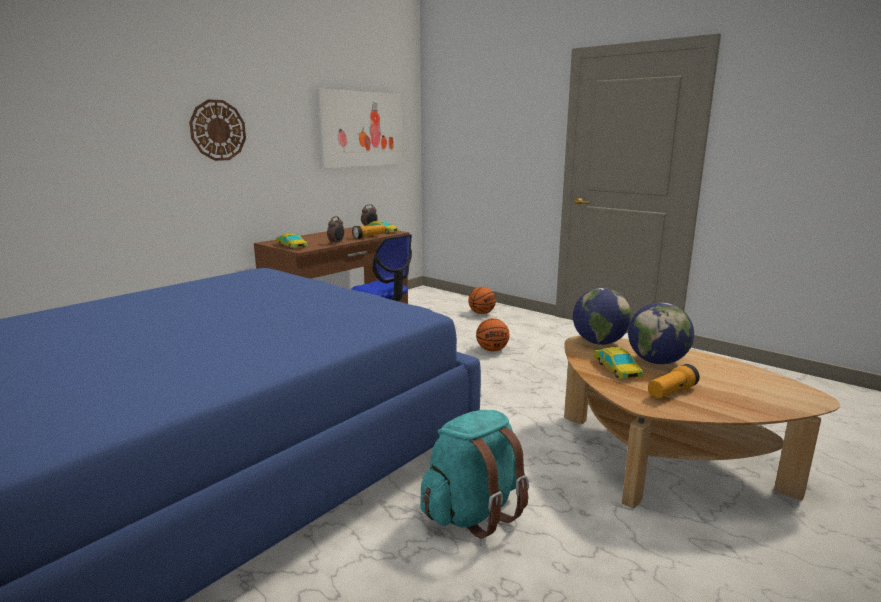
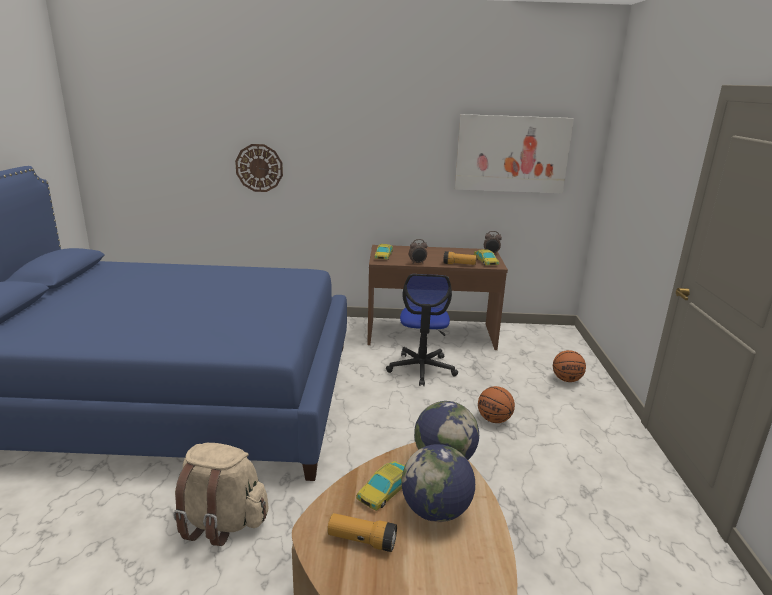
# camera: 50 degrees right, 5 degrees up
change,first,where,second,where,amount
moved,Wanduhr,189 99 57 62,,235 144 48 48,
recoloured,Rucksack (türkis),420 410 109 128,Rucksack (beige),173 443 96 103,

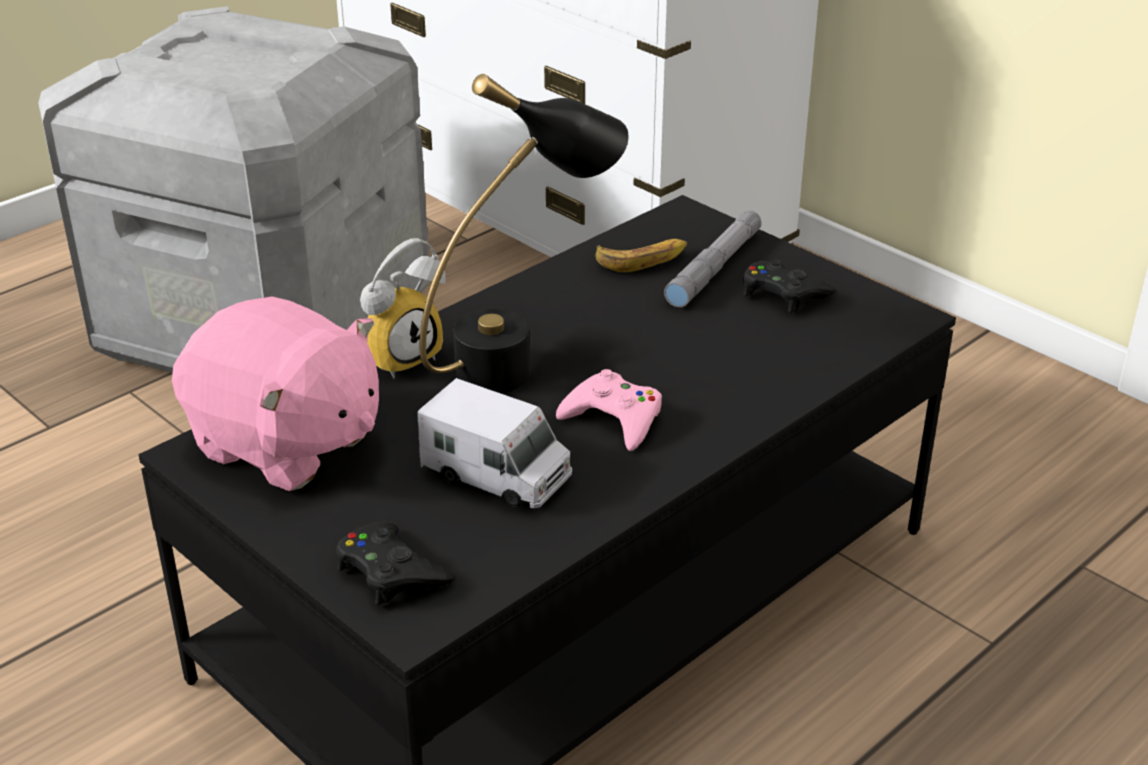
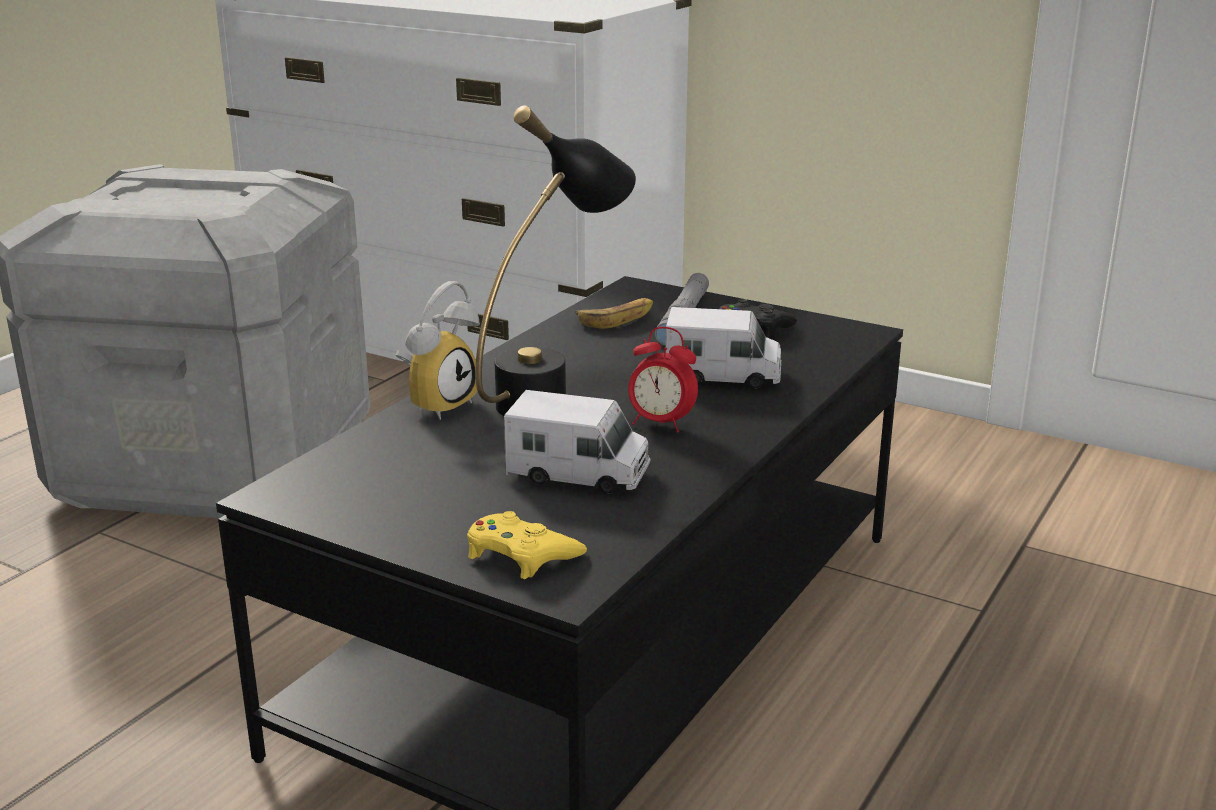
# camera: 15 degrees left, 10 degrees down
change,first,where,second,where,amount
removed,Plüschtier (rosa),172 297 207 194,,,
added,,,Spielzeuglaster,665 307 116 82,
replaced,Gamepad (rosa),556 369 106 82,Wecker,628 327 70 106,
recoloured,Gamepad (schwarz),336 522 120 84,Gamepad (gelb),467 511 120 68,

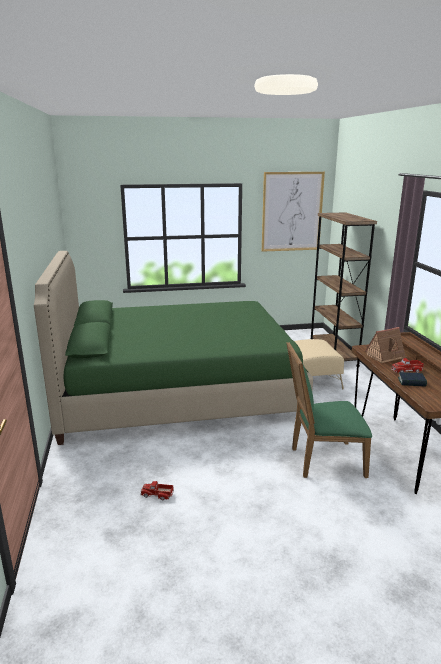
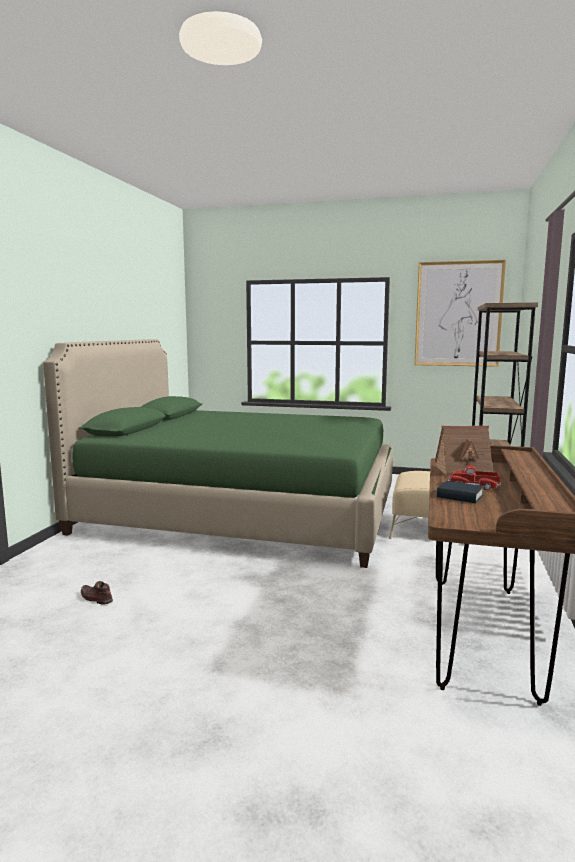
# camera: 25 degrees right, 10 degrees down
change,first,where,second,where,amount
removed,Stuhl (grün),286 342 86 136,,,
replaced,Spielzeuglaster,140 481 34 19,Schuh (braun),81 581 32 24,

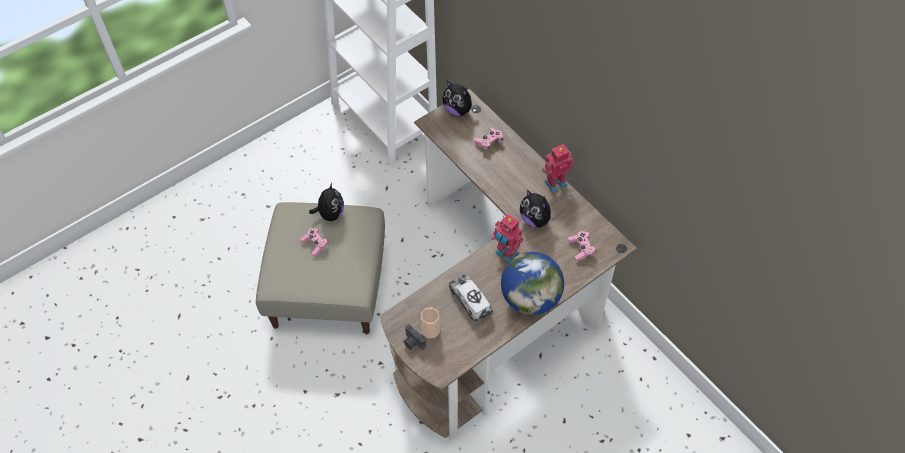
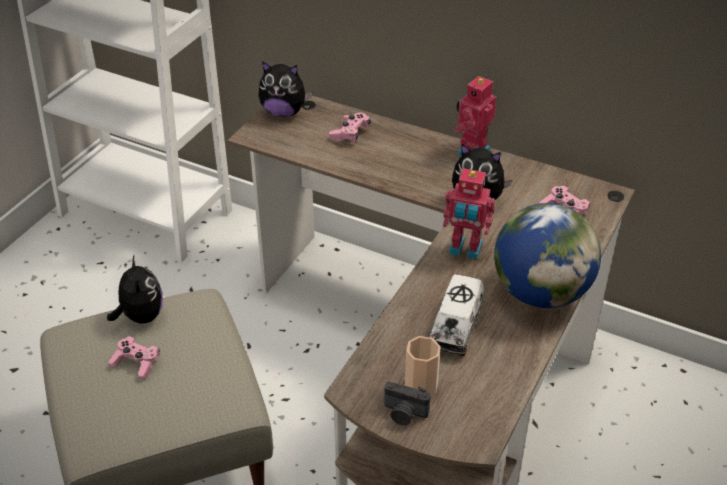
# camera: 25 degrees left, 15 degrees down
change,first,where,second,where,amount
turned,Spielzeuglaster,449 274 44 49,,430 274 54 82,105 degrees counterclockwise

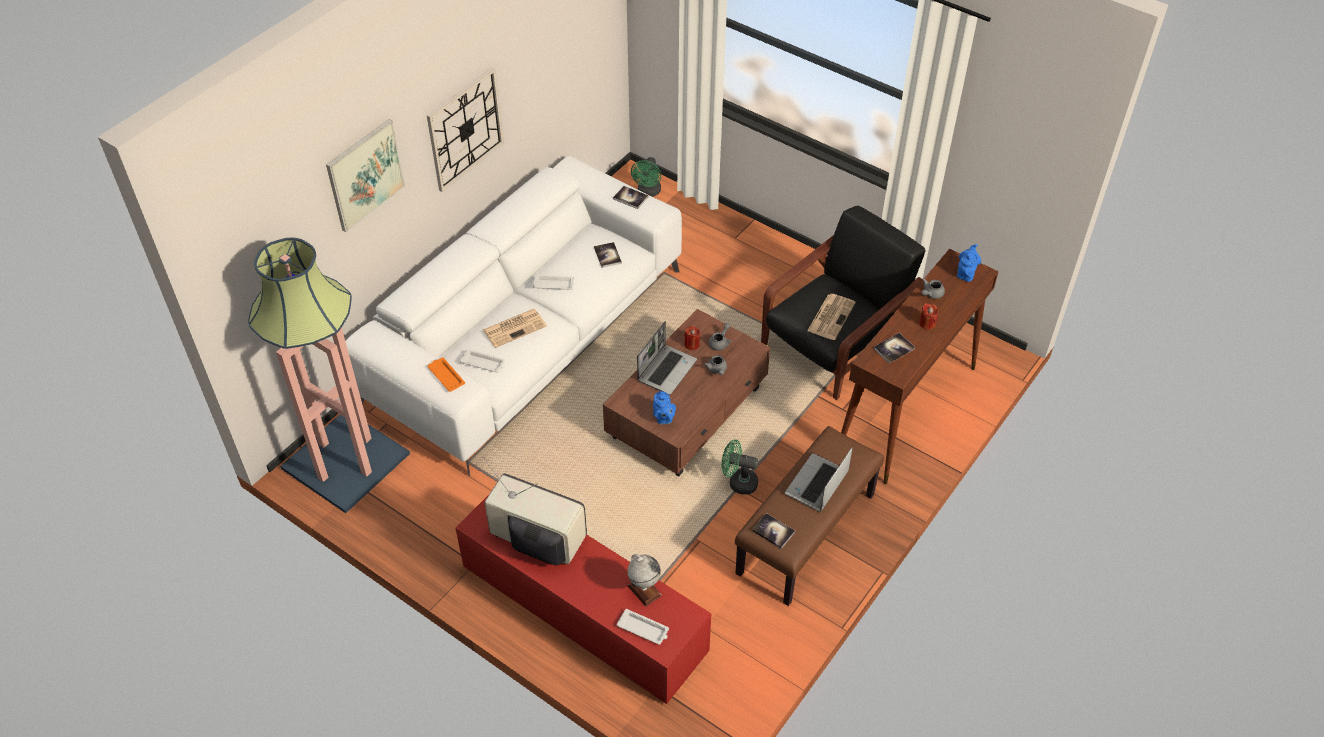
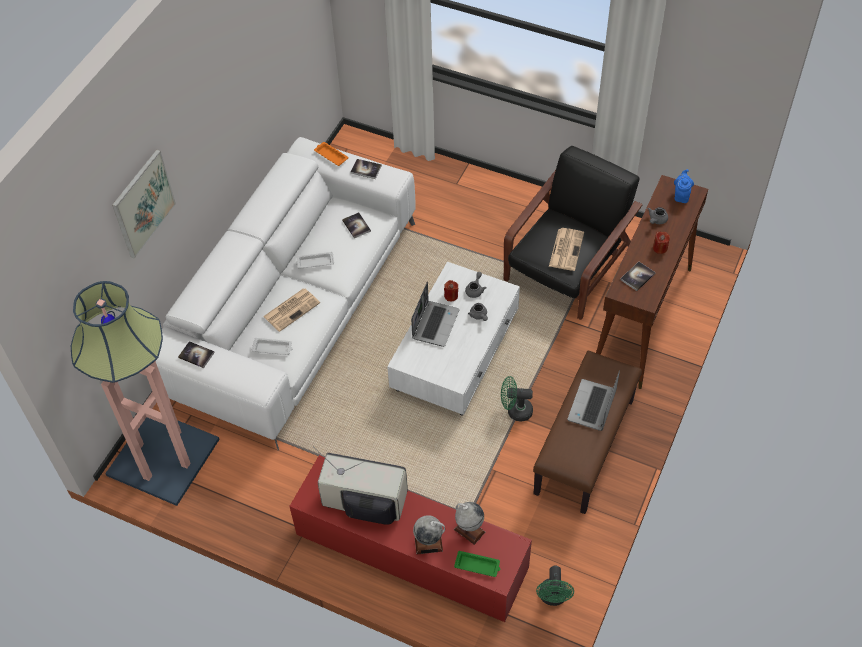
# camera: 10 degrees left, 5 degrees up
change,first,where,second,where,amount
removed,Wanduhr,427 67 77 125,,,
removed,Teekanne (blau),653 391 23 33,,,
added,,,Globus,413 515 32 39,
moved,Tablett (orange),427 357 38 35,,314 142 34 24,
moved,Ventilator (grün),631 157 30 40,,536 566 38 40,
moved,Buch,752 513 43 36,,178 341 37 27,
recoloured,Couchtisch (braun),603 309 167 168,Couchtisch (weiß),387 262 133 154,
recoloured,Tablett (weiß),617 609 52 36,Tablett (grün),454 551 46 26,

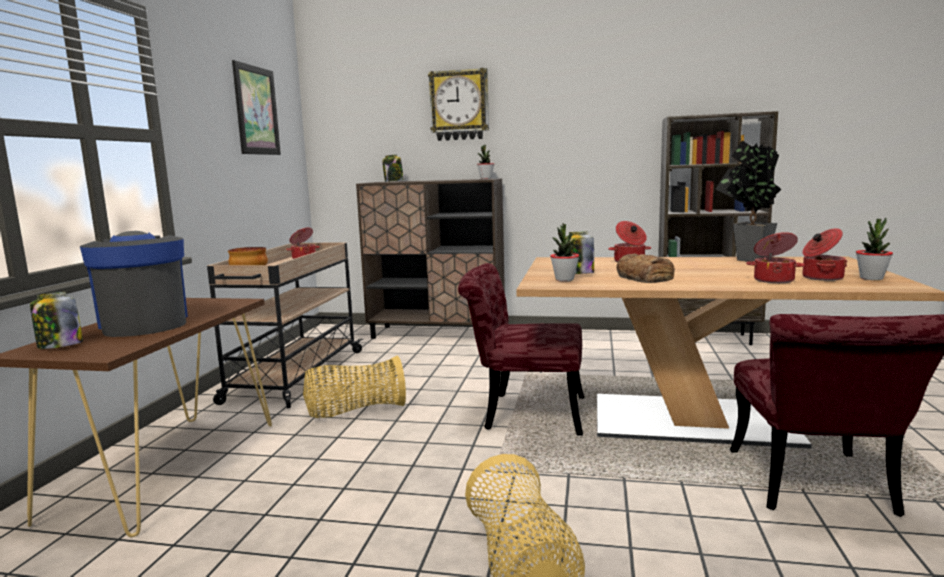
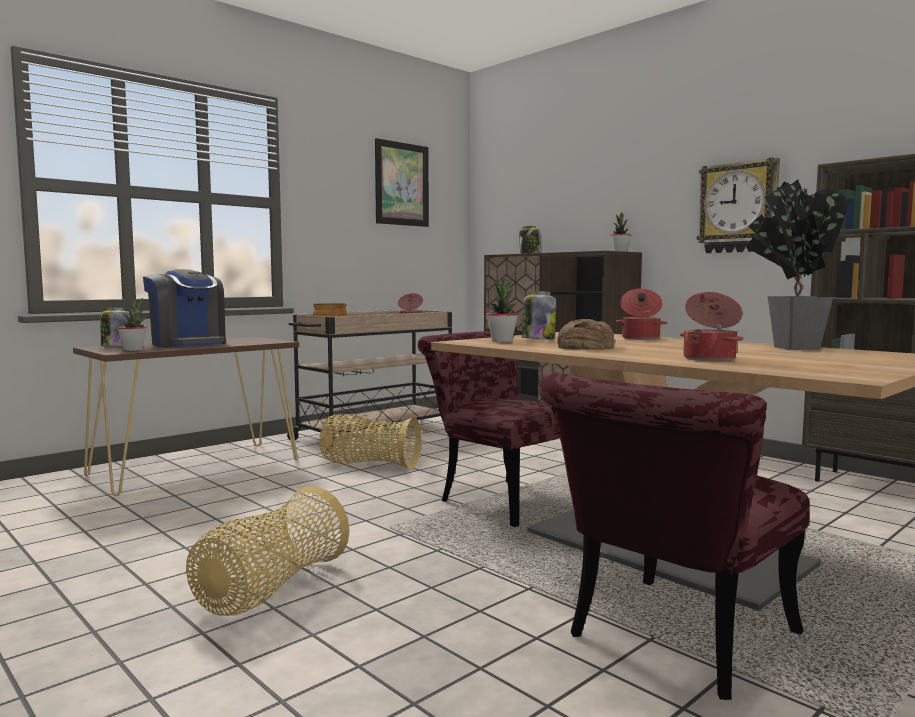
# camera: 35 degrees right, 5 degrees down
change,first,where,second,where,amount
removed,Kochtopf,802 228 45 53,,,
moved,Wanduhr,428 68 61 73,,697 158 83 95,
moved,Topfpflanze,856 218 37 62,,117 298 30 53,
turned,Kaffeemaschine,80 231 108 106,,143 269 83 79,135 degrees clockwise

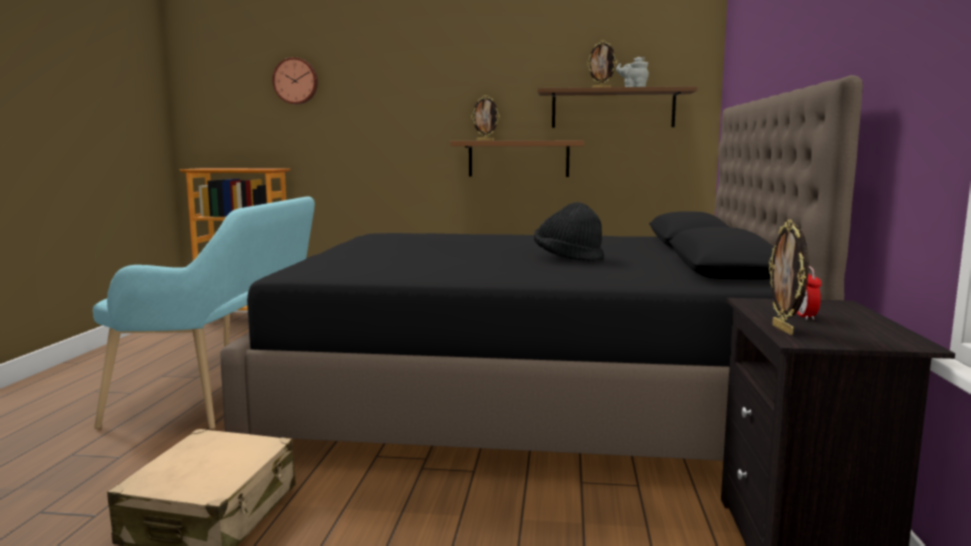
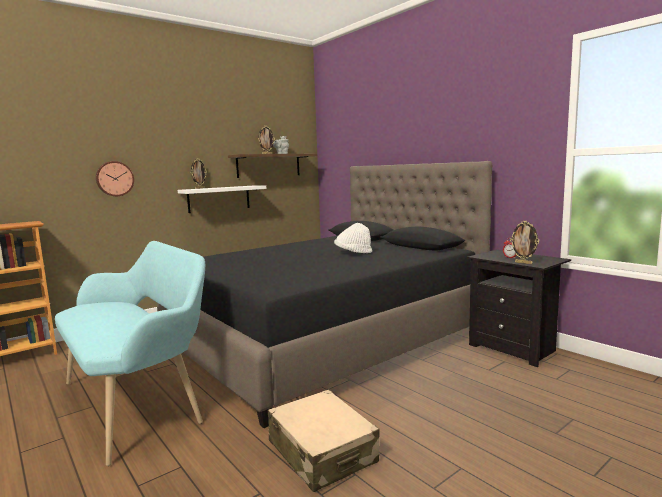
# camera: 45 degrees left, 0 degrees up
change,first,where,second,where,amount
moved,Wanduhr,272 57 46 47,,96 161 38 35,
recoloured,Wandregal (braun),450 141 134 36,Wandregal (weiß),178 185 88 28,
recoloured,Hut (schwarz),534 202 70 60,Hut (weiß),334 223 38 30,

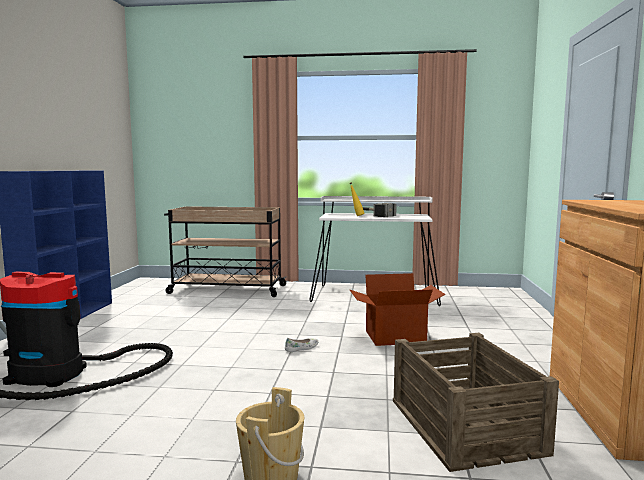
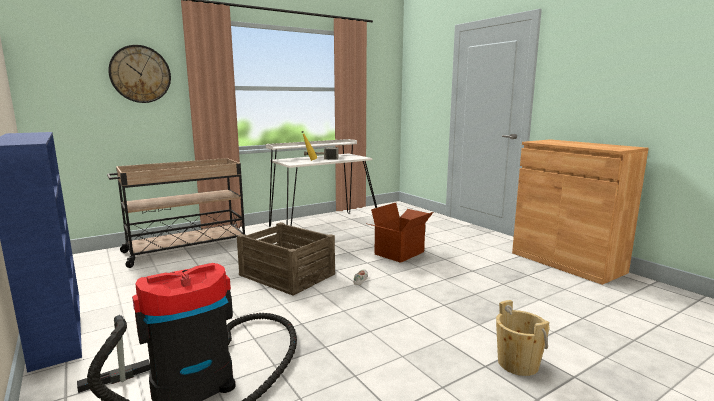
# camera: 40 degrees left, 5 degrees up
change,first,where,second,where,amount
added,,,Wanduhr,108 45 63 58,
moved,Kiste,393 333 166 139,,237 222 98 73,

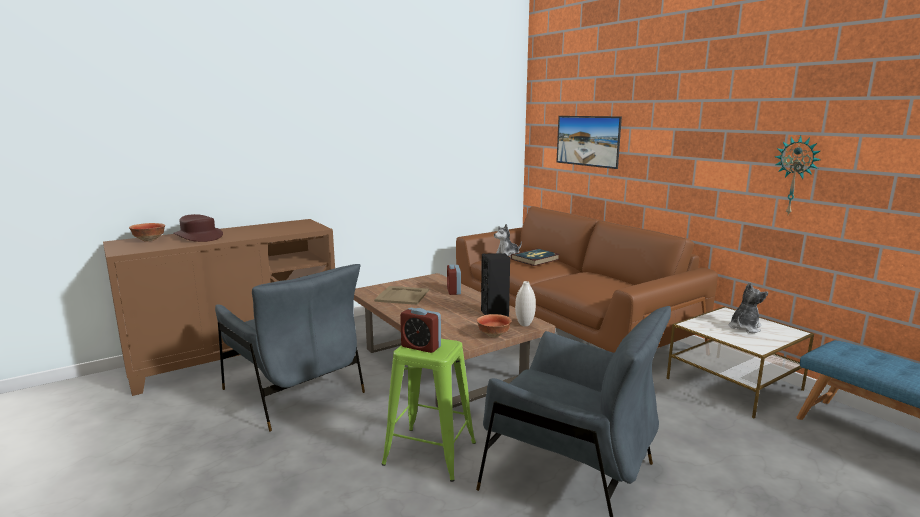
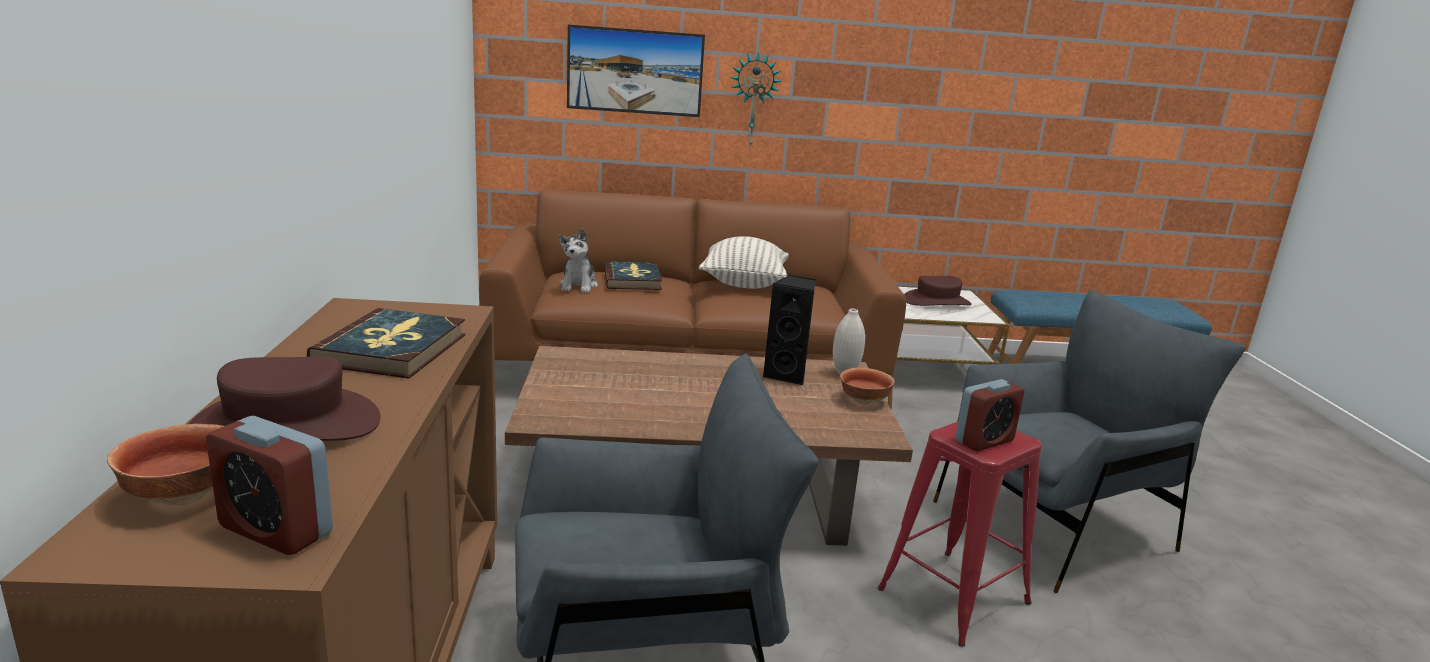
# camera: 60 degrees left, 5 degrees up
change,first,where,second,where,amount
removed,Tablett (beige),374 286 55 19,,,
added,,,Buch,307 308 158 71,
added,,,Kissen,699 236 90 53,
moved,Wecker,447 264 14 31,,206 416 127 139,
moved,Wanduhr,775 136 46 79,,730 52 51 96,
replaced,Plüschtier,729 282 39 51,Hut (braun),904 276 68 30,
recoloured,Hocker (grün),381 339 95 143,Hocker (rot),877 422 165 225,

